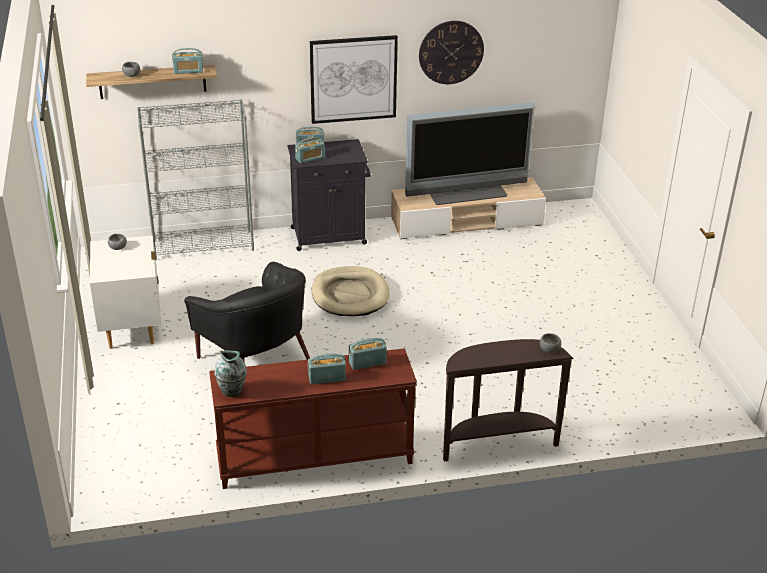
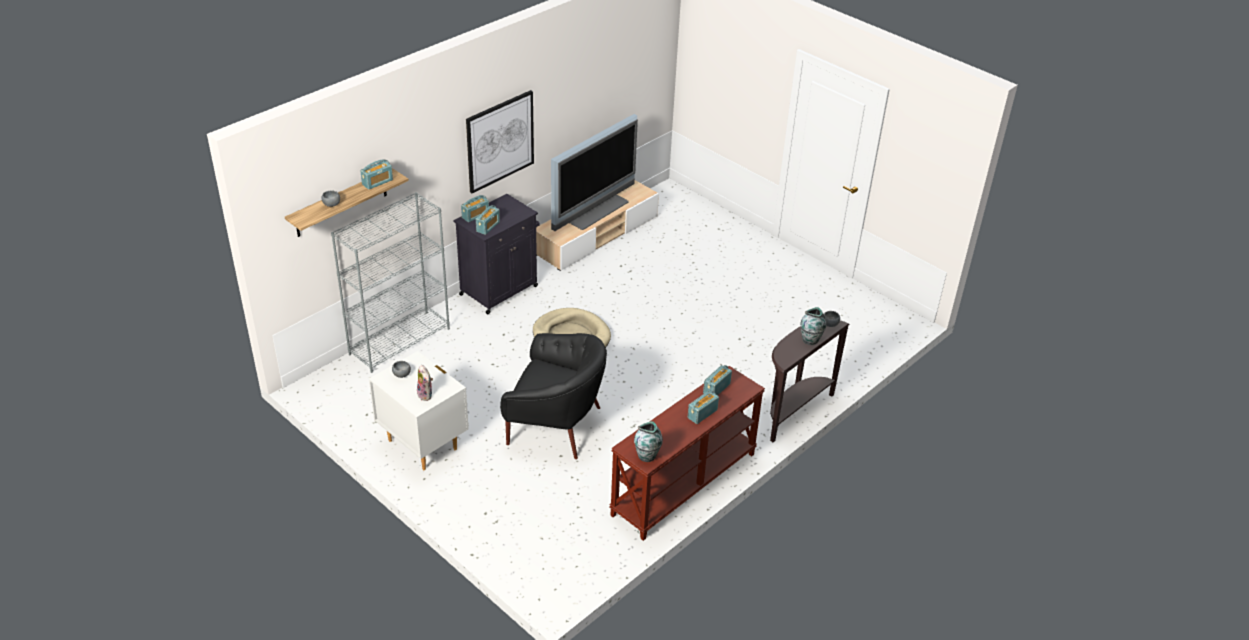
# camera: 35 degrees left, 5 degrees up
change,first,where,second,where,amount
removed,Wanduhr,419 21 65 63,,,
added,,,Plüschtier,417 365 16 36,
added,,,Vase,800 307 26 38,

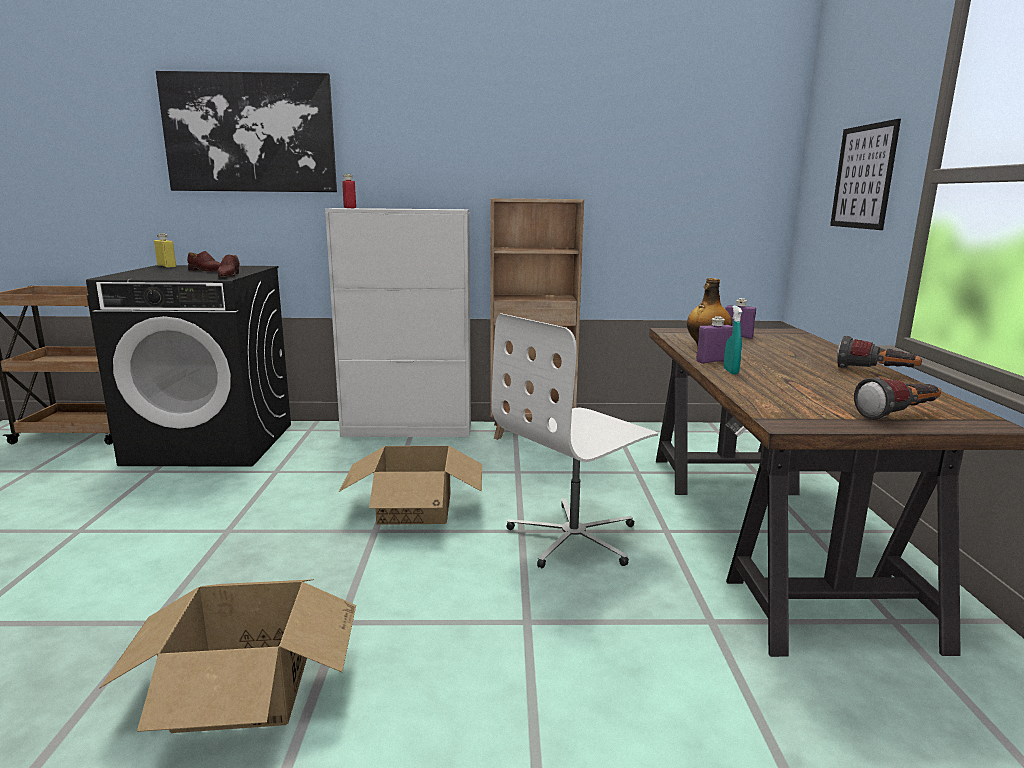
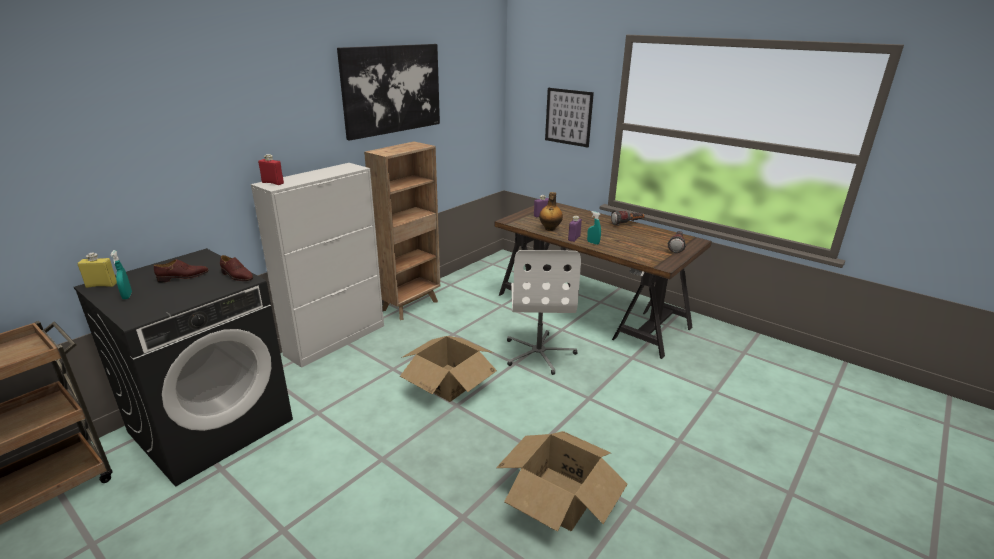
# camera: 50 degrees left, 10 degrees up
change,first,where,second,where,amount
added,,,Sprühflasche (türkis),110 250 22 49,
moved,Bild,156 71 181 121,,337 44 103 96,

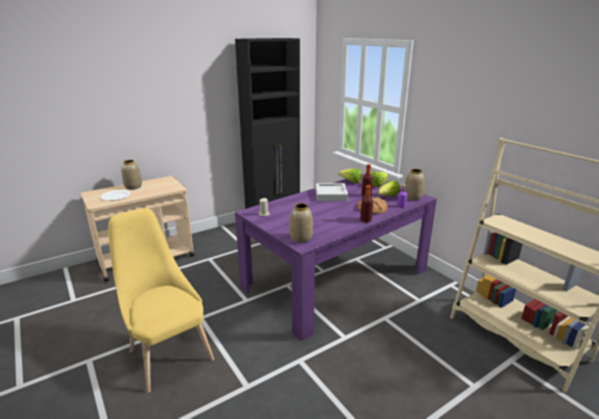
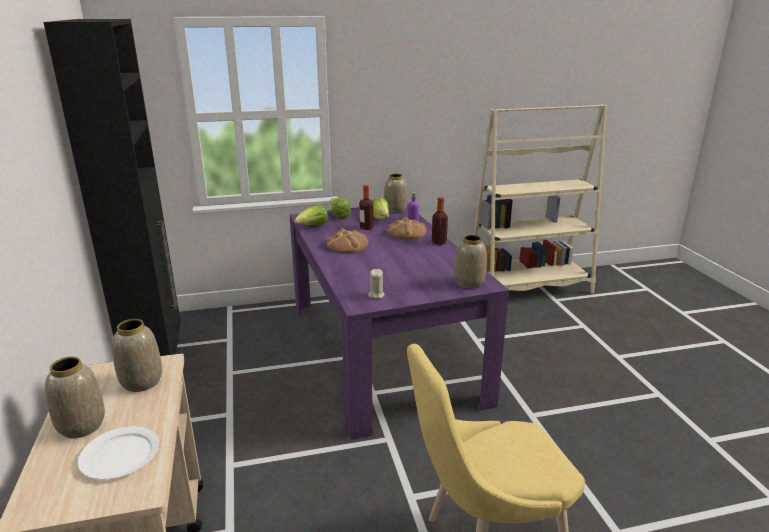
# camera: 70 degrees left, 0 degrees up
change,first,where,second,where,amount
added,,,Vase,112 319 50 73,
replaced,Tablett (grau),316 183 32 18,Brot,326 228 42 25,

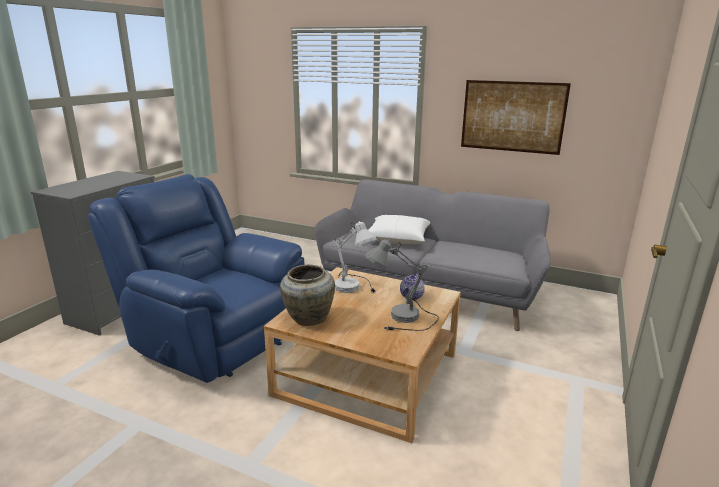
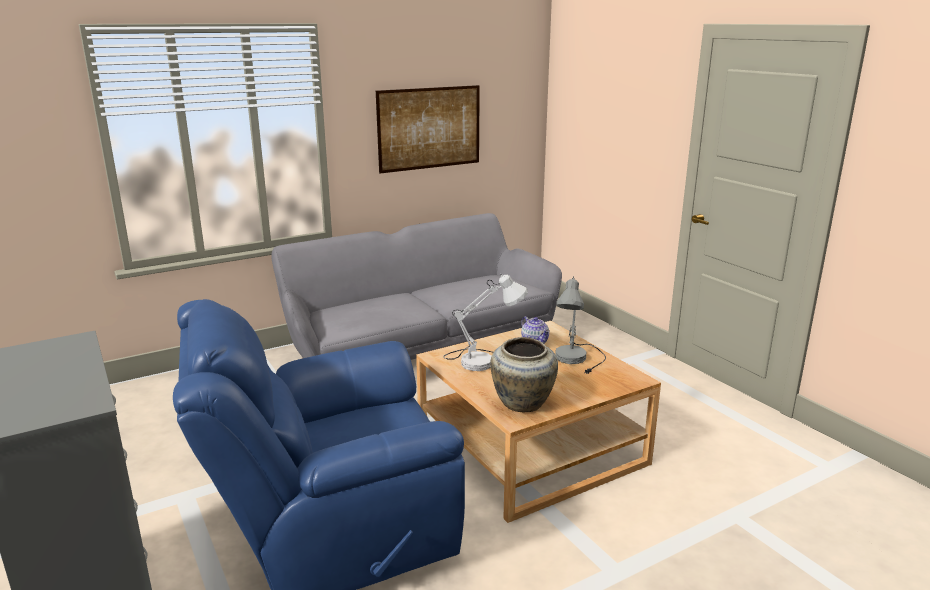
# camera: 55 degrees left, 0 degrees up
change,first,where,second,where,amount
removed,Kissen (weiß),368 215 62 29,,,

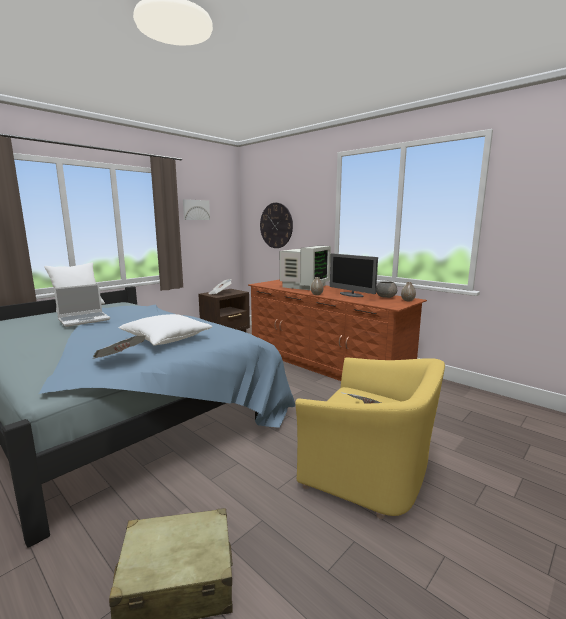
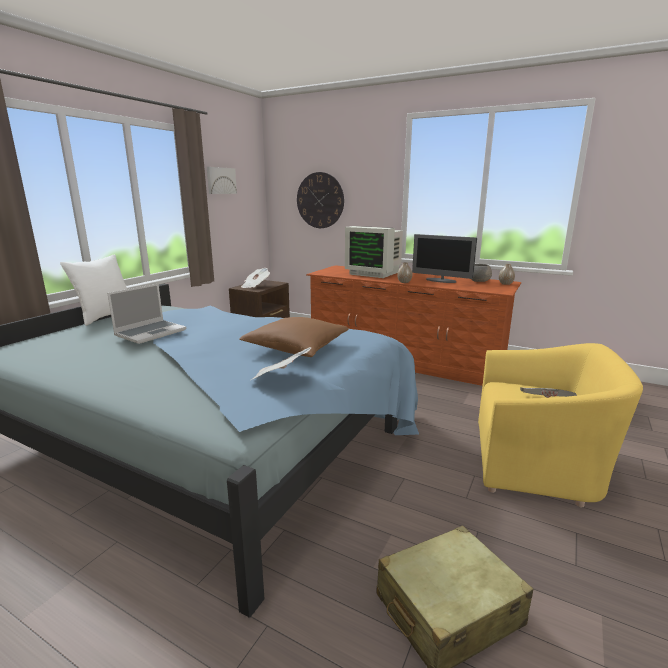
# camera: 15 degrees left, 5 degrees up
change,first,where,second,where,amount
recoloured,Kissen (weiß),119 314 93 32,Kissen (braun),240 317 108 40,
turned,Monitor,280 246 51 44,,345 226 58 52,105 degrees clockwise

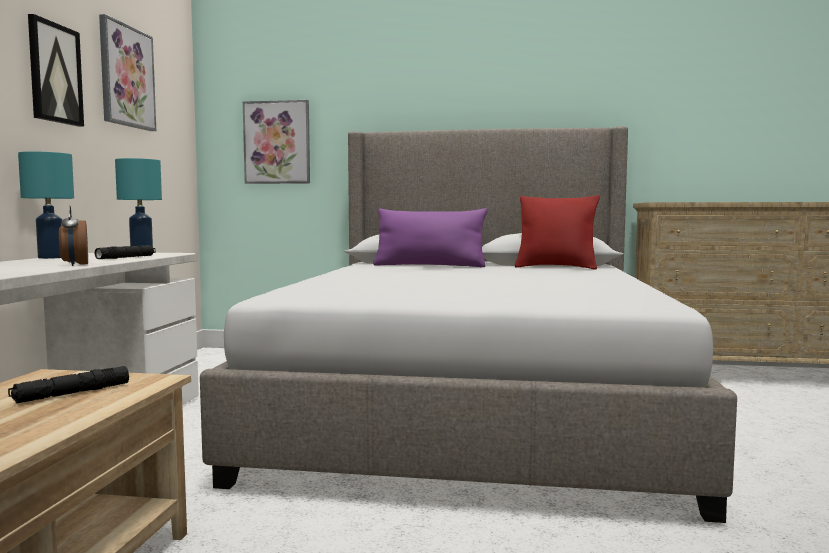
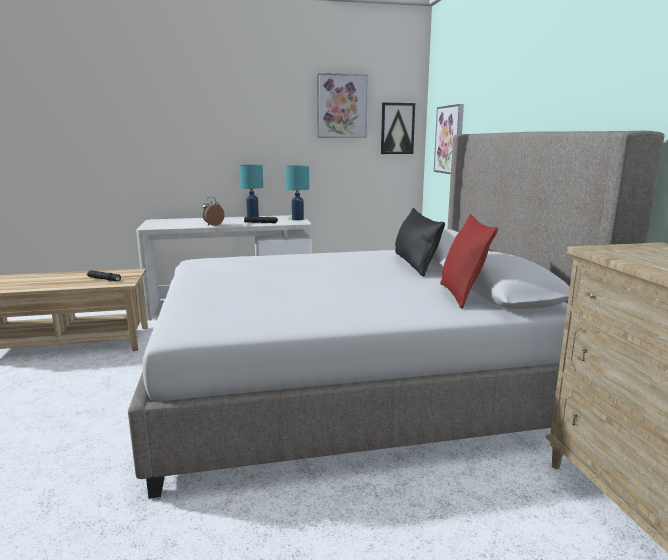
# camera: 70 degrees right, 10 degrees up
change,first,where,second,where,amount
moved,Bild,28 14 56 113,,381 103 34 51,
recoloured,Kissen (lila),373 208 115 59,Kissen (schwarz),395 208 50 68,

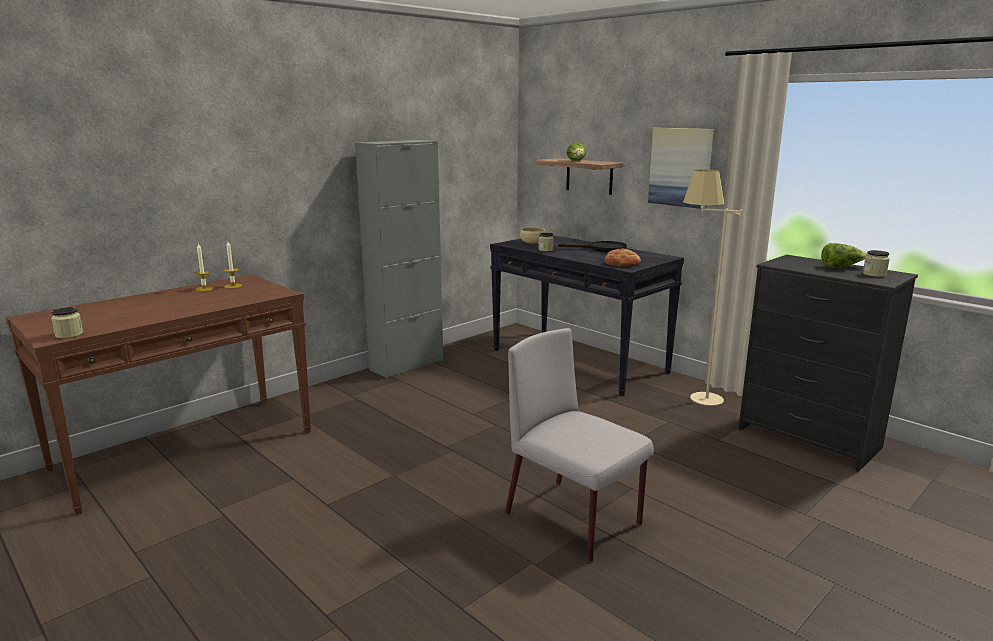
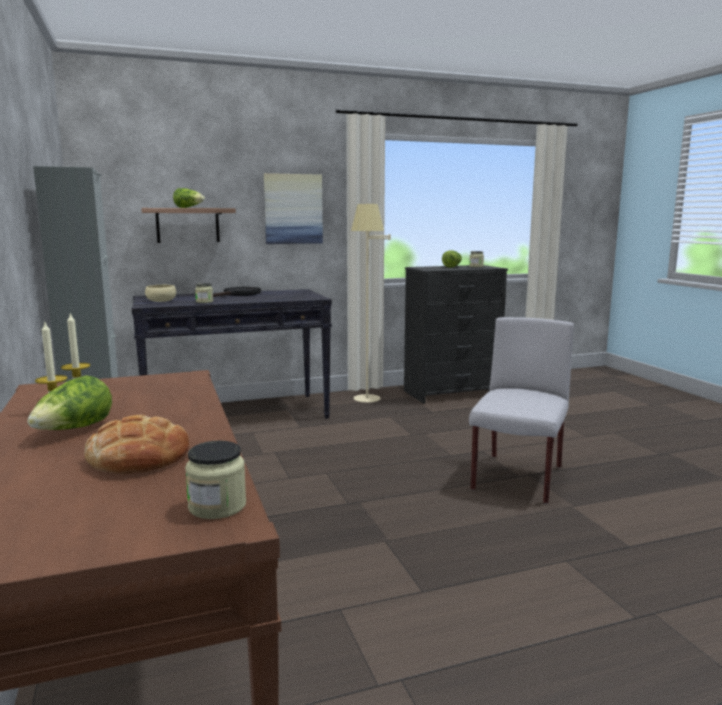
# camera: 65 degrees left, 5 degrees down
change,first,where,second,where,amount
added,,,Salatkopf,27 375 85 55,
moved,Brot,605 248 36 19,,84 415 105 59,
turned,Stuhl (grau),505 328 149 234,,469 317 105 187,135 degrees clockwise

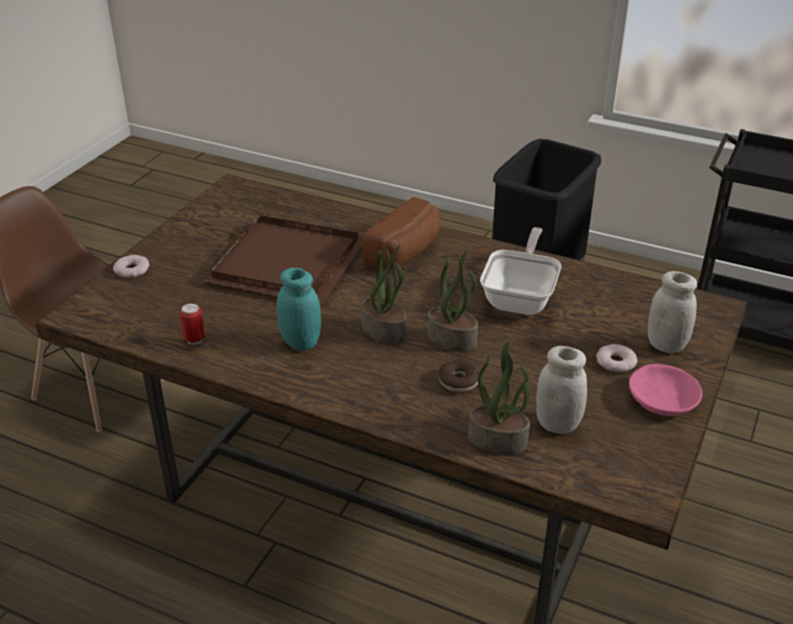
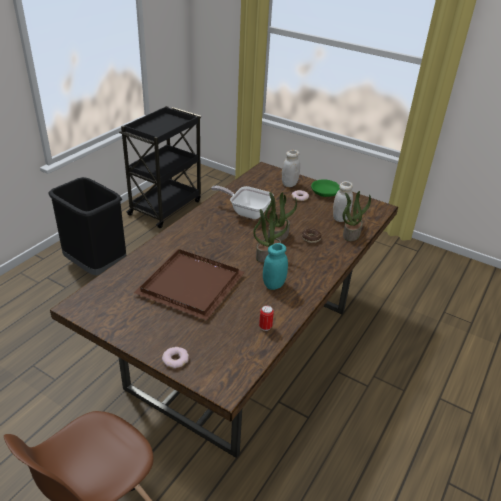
# camera: 85 degrees left, 0 degrees up
change,first,where,second,where,amount
removed,Brot,362 197 78 72,,,
recoloured,Schüssel (rosa),629 364 73 52,Schüssel (grün),311 179 29 18,

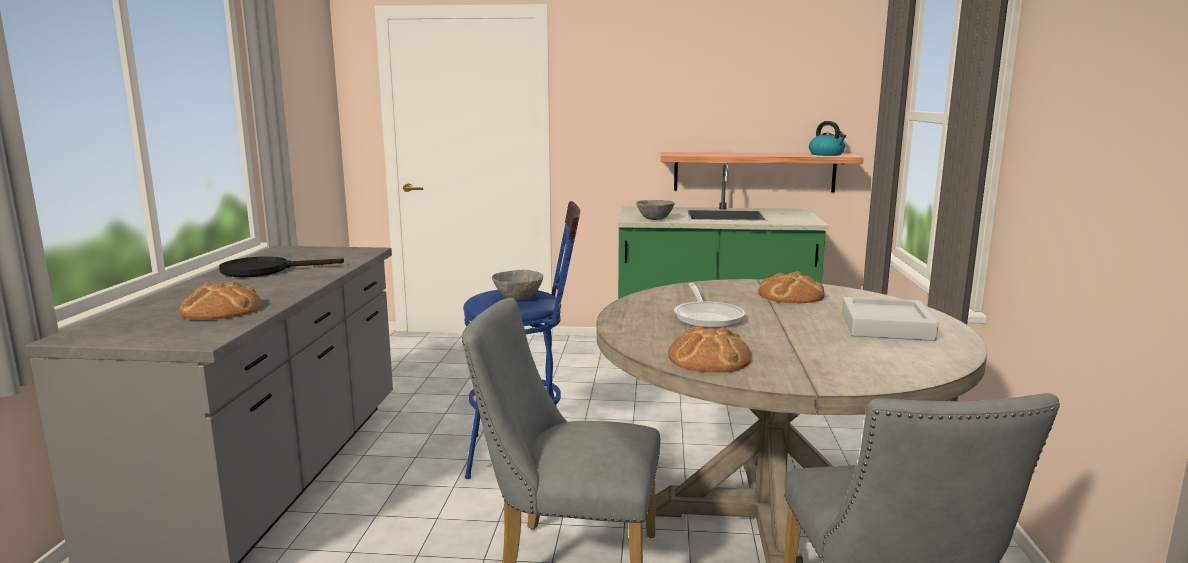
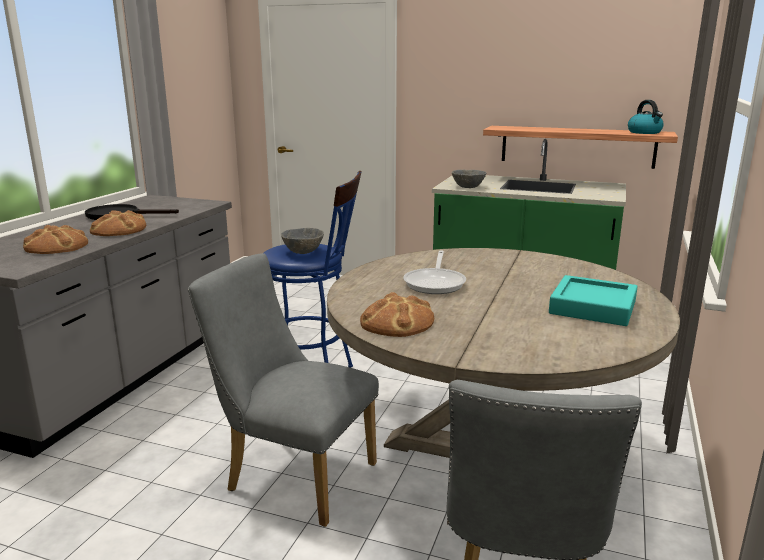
# camera: 15 degrees right, 5 degrees up
change,first,where,second,where,amount
moved,Brot,758 271 67 32,,90 210 56 26,
recoloured,Tablett (grau),842 297 97 44,Tablett (türkis),549 275 89 51,

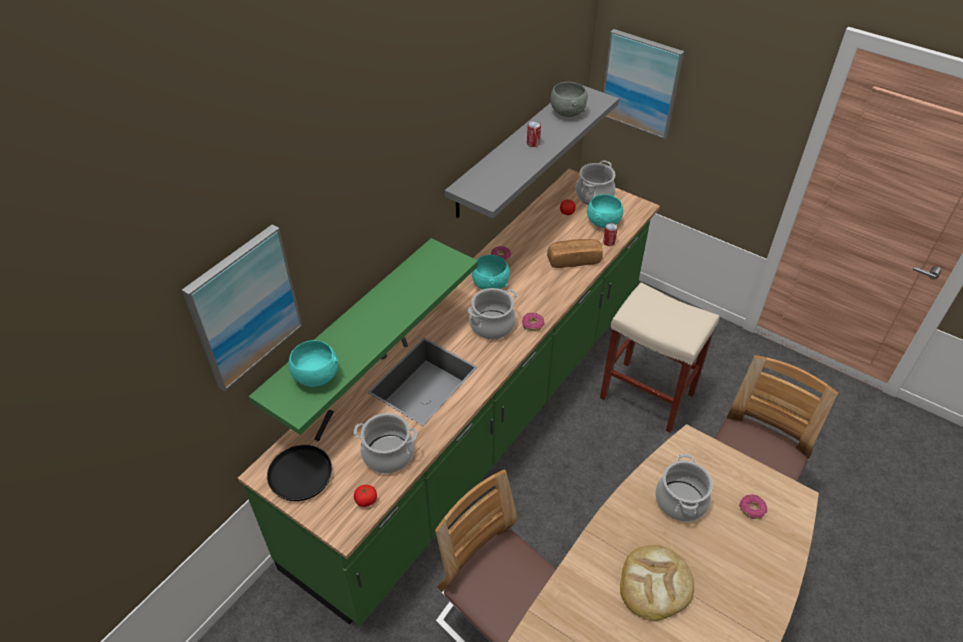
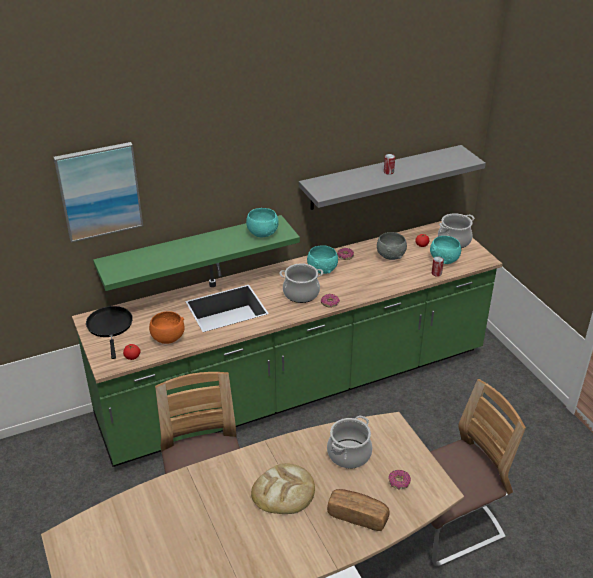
# camera: 30 degrees right, 10 degrees down
change,first,where,second,where,amount
removed,Hocker (beige),600 282 120 151,,,
removed,Bild,603 29 81 110,,,
moved,Schüssel (türkis),288 340 50 47,,246 208 33 29,
moved,Brot,547 239 56 29,,327 489 63 42,
moved,Schüssel (grau),550 82 38 35,,377 232 30 28,
replaced,Kochtopf,354 413 63 61,Schüssel (orange),149 311 36 33,
turned,Pfanne (schwarz),267 410 67 91,,86 306 47 53,120 degrees clockwise

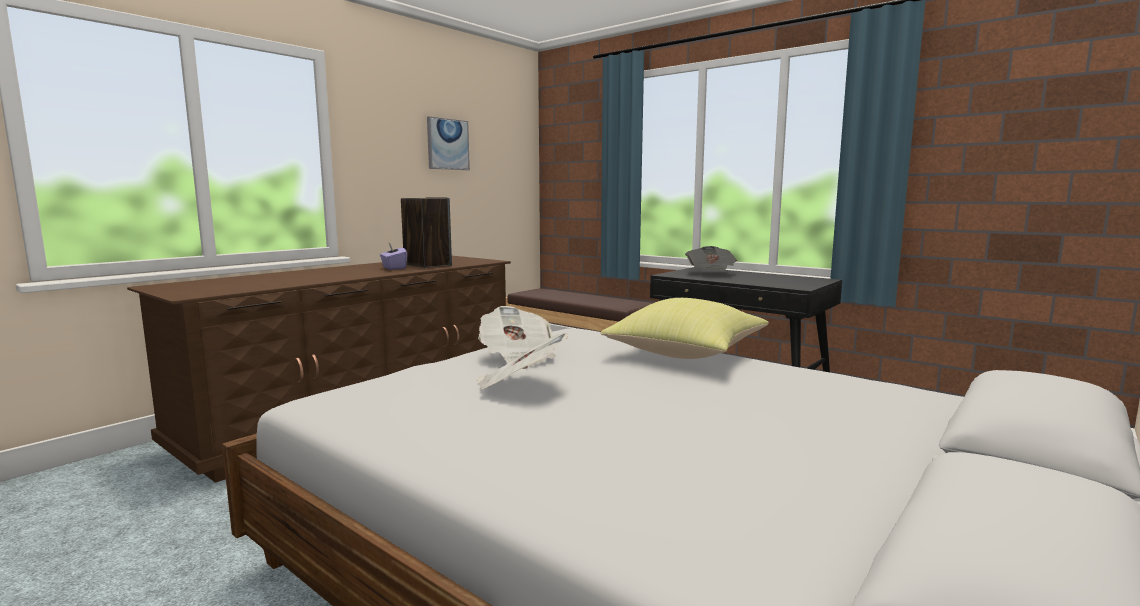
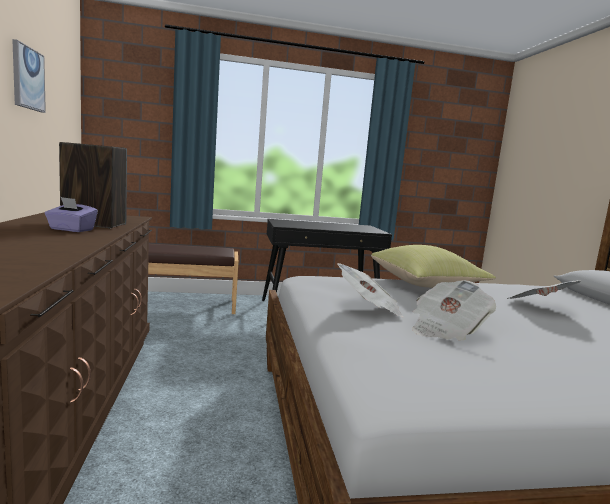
# camera: 50 degrees left, 0 degrees up
change,first,where,second,where,amount
moved,Zeitung,685 246 52 25,,507 280 73 19,

